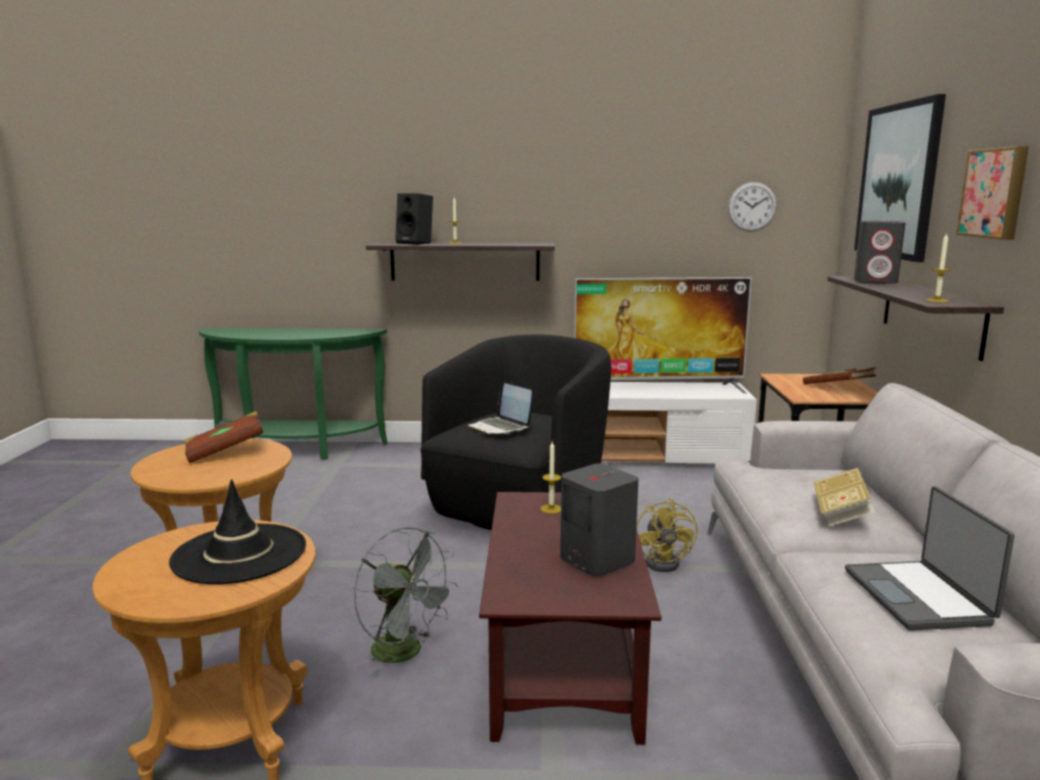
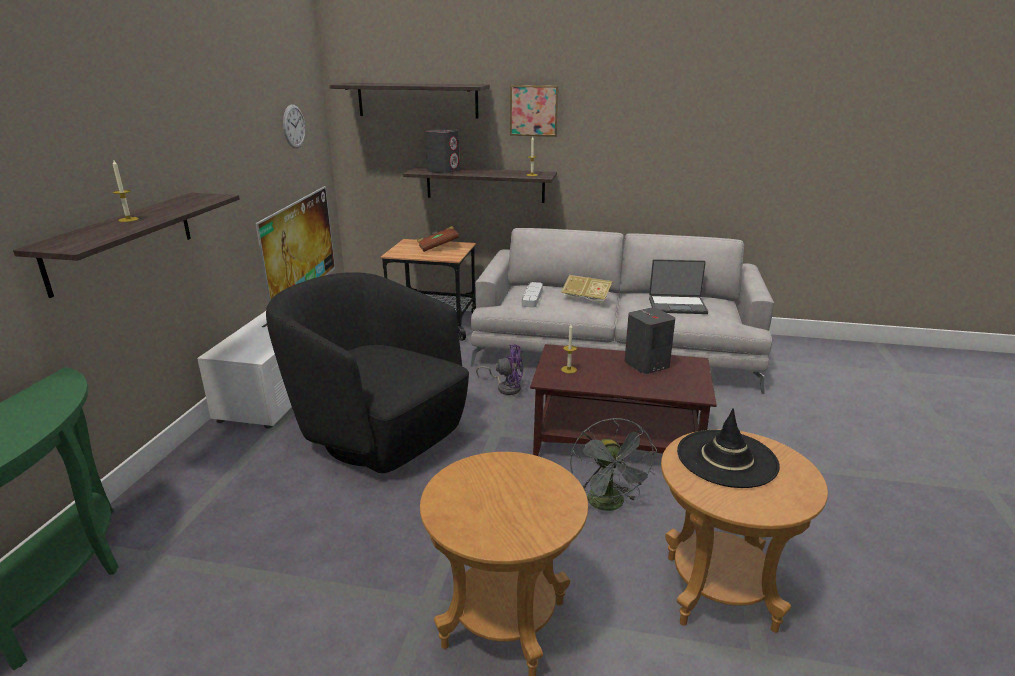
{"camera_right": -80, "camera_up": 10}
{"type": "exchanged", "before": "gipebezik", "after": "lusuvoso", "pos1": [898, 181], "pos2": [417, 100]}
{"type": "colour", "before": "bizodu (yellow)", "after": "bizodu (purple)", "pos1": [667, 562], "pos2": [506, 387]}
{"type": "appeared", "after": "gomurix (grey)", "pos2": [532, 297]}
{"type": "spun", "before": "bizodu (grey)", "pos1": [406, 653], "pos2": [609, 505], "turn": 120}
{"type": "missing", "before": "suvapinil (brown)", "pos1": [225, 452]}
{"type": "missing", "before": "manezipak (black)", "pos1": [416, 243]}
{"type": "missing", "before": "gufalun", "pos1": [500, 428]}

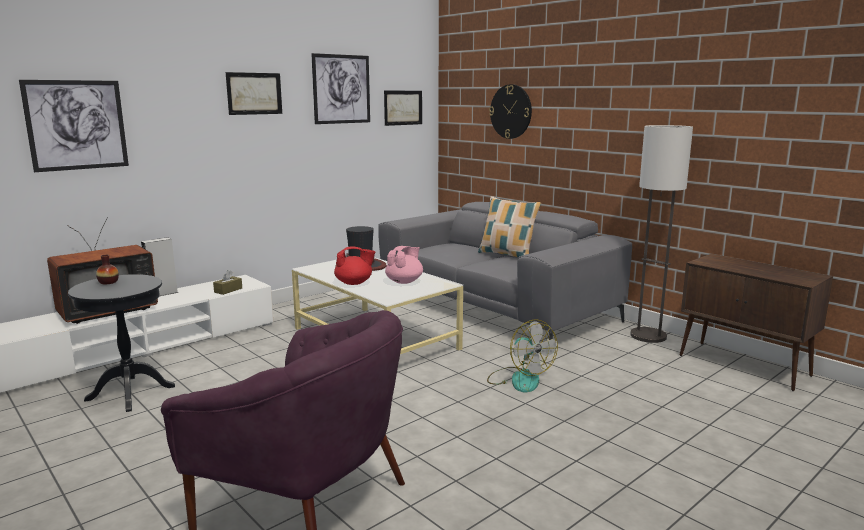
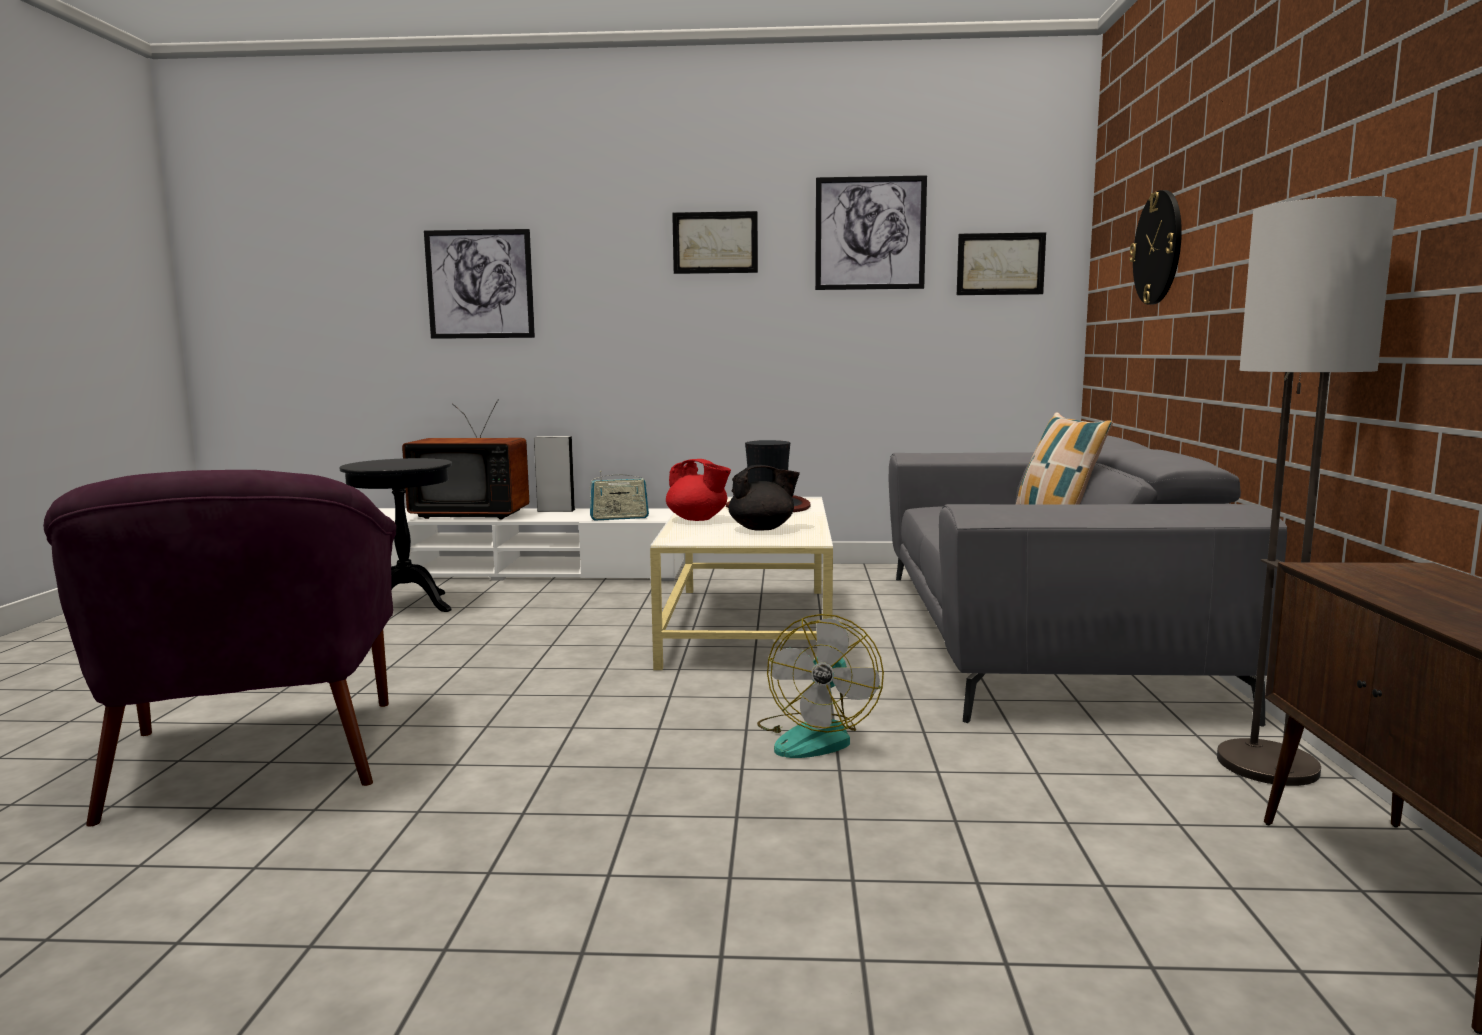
{"camera_right": 45, "camera_up": -5}
{"type": "exchanged", "before": "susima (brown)", "after": "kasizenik", "pos1": [228, 290], "pos2": [619, 518]}
{"type": "colour", "before": "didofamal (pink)", "after": "didofamal (black)", "pos1": [404, 281], "pos2": [763, 529]}
{"type": "missing", "before": "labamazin", "pos1": [108, 282]}

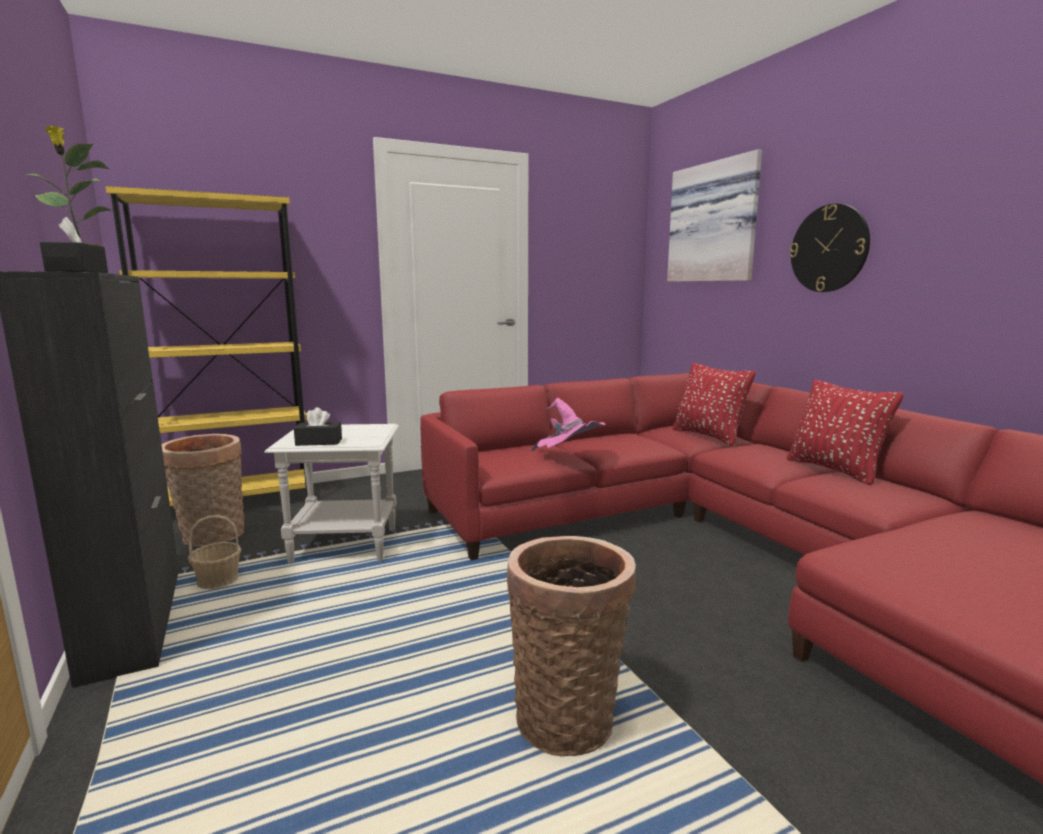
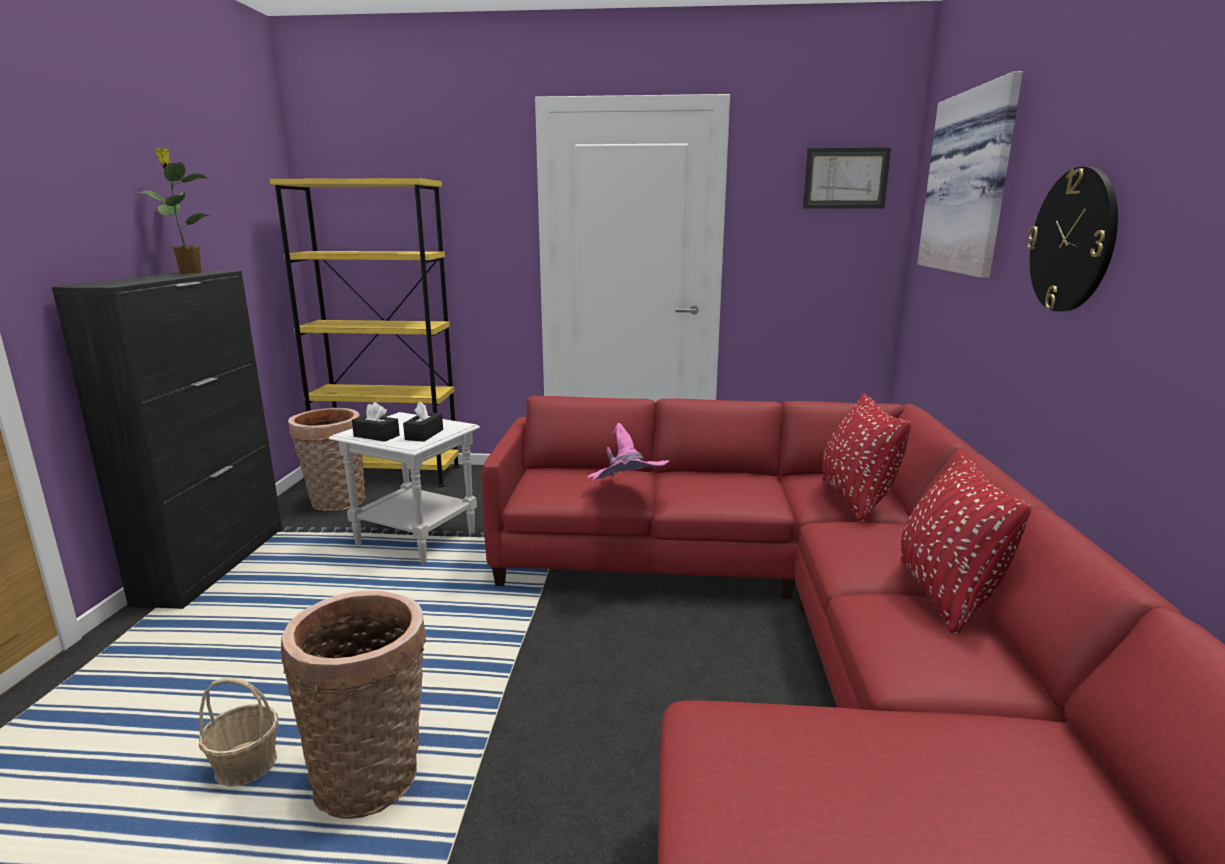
{"camera_right": 30, "camera_up": 5}
{"type": "relocated", "before": "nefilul", "pos1": [218, 580], "pos2": [246, 765]}
{"type": "relocated", "before": "susima (black)", "pos1": [78, 272], "pos2": [424, 434]}
{"type": "appeared", "after": "gipebezik", "pos2": [845, 178]}

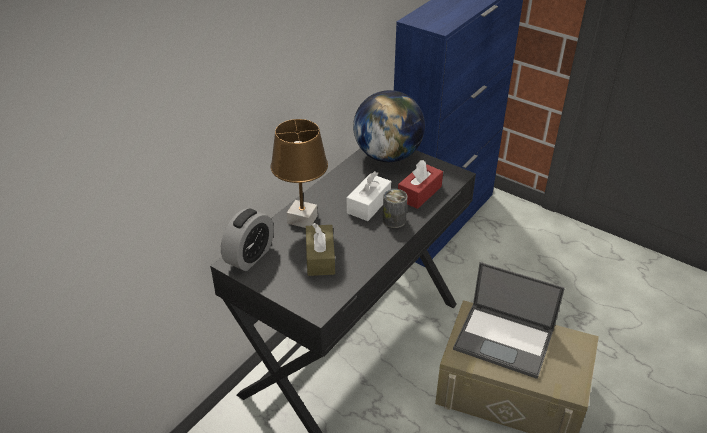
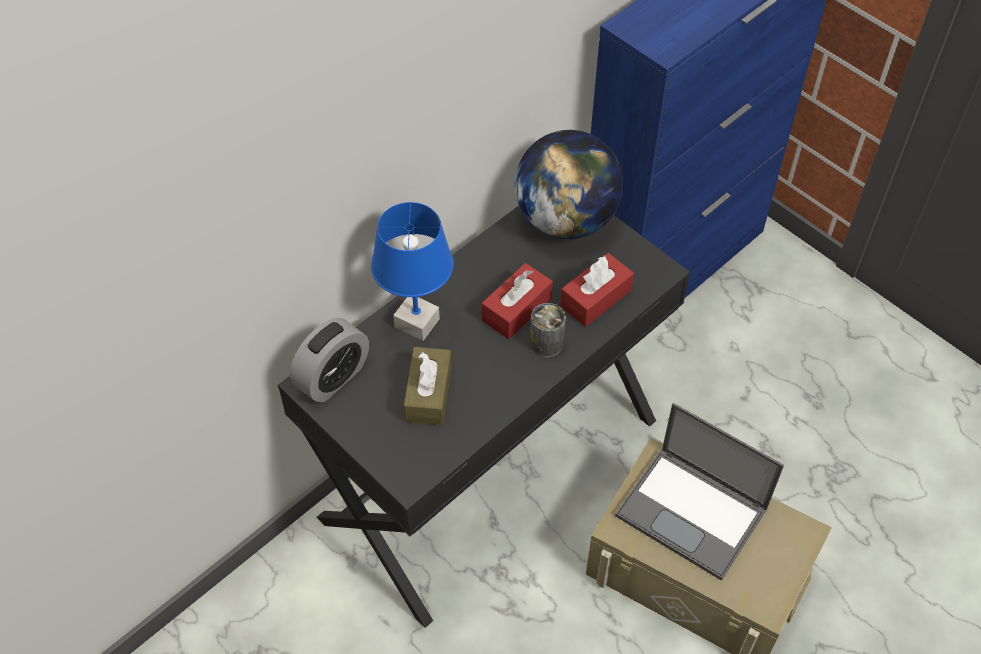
{"camera_right": 10, "camera_up": 15}
{"type": "colour", "before": "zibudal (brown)", "after": "zibudal (blue)", "pos1": [303, 219], "pos2": [417, 323]}
{"type": "colour", "before": "susima (white)", "after": "susima (red)", "pos1": [368, 205], "pos2": [516, 309]}

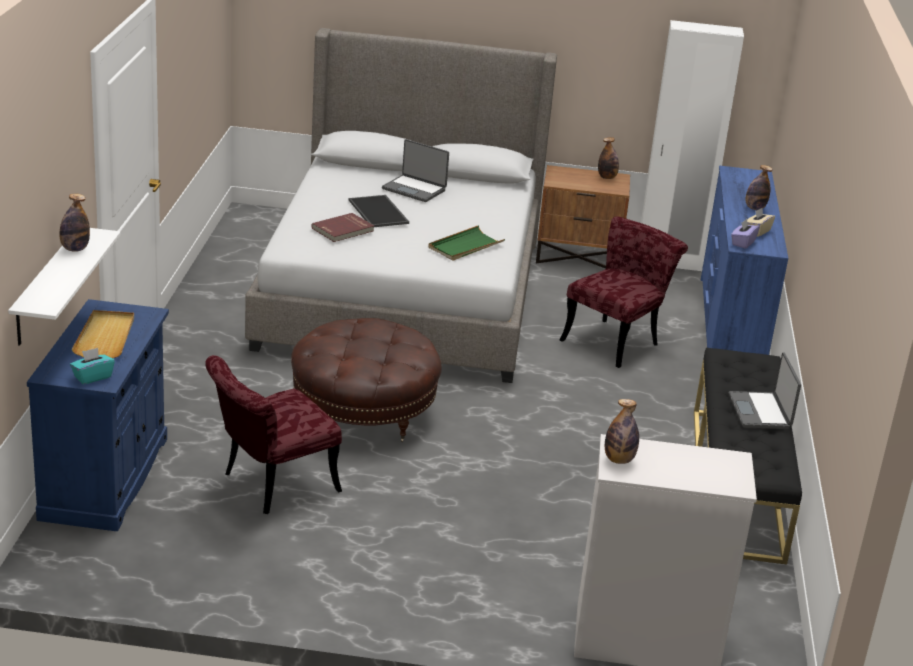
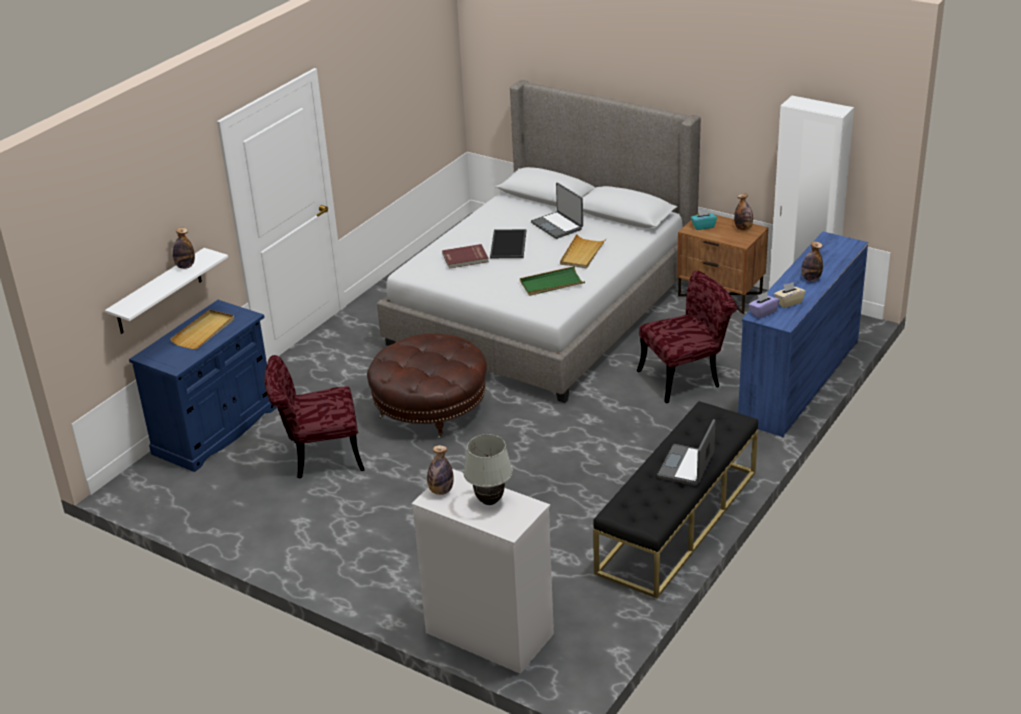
{"camera_right": 30, "camera_up": 5}
{"type": "appeared", "after": "zibudal (white)", "pos2": [490, 501]}
{"type": "appeared", "after": "gomurix (beige)", "pos2": [582, 254]}
{"type": "relocated", "before": "susima (turquoise)", "pos1": [92, 377], "pos2": [703, 226]}

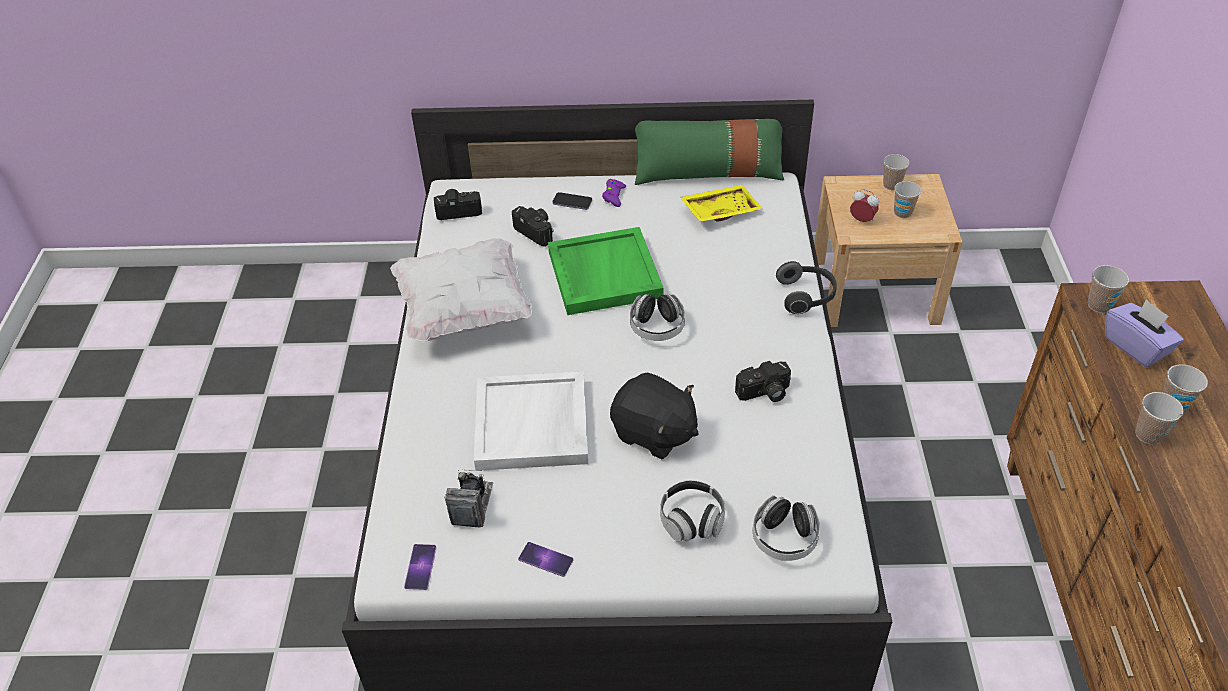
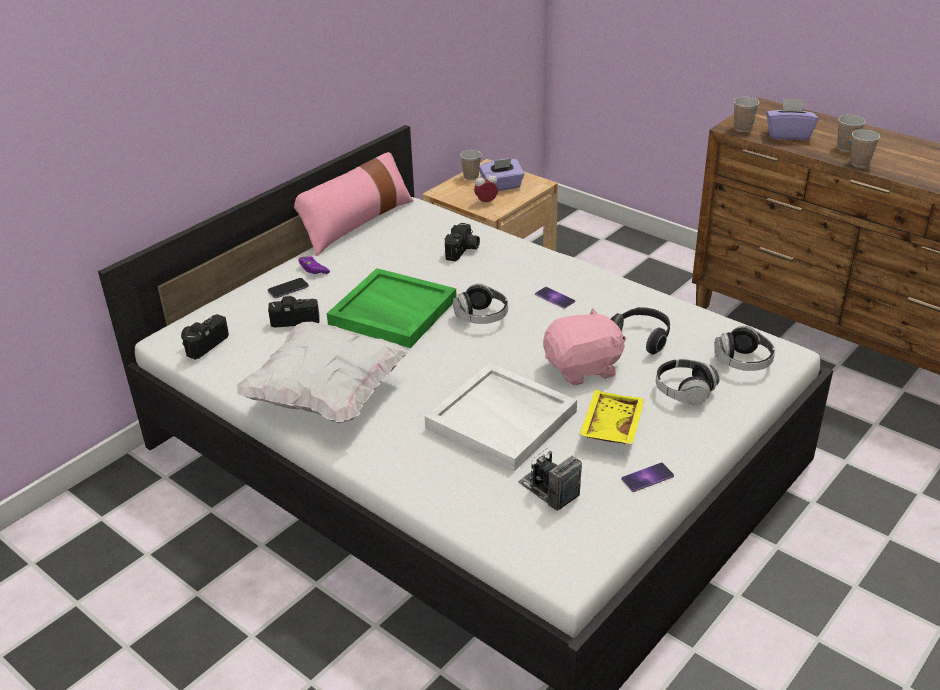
{"camera_right": -50, "camera_up": -10}
{"type": "colour", "before": "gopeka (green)", "after": "gopeka (pink)", "pos1": [708, 172], "pos2": [356, 222]}
{"type": "relocated", "before": "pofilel", "pos1": [764, 393], "pos2": [463, 251]}
{"type": "exchanged", "before": "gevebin", "after": "susima (purple)", "pos1": [902, 213], "pos2": [502, 186]}
{"type": "relocated", "before": "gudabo", "pos1": [420, 567], "pos2": [554, 298]}
{"type": "colour", "before": "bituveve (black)", "after": "bituveve (pink)", "pos1": [654, 433], "pos2": [583, 368]}
{"type": "relocated", "before": "gomurix (yellow)", "pos1": [720, 210], "pos2": [610, 426]}
{"type": "relocated", "before": "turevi", "pos1": [806, 296], "pos2": [641, 338]}

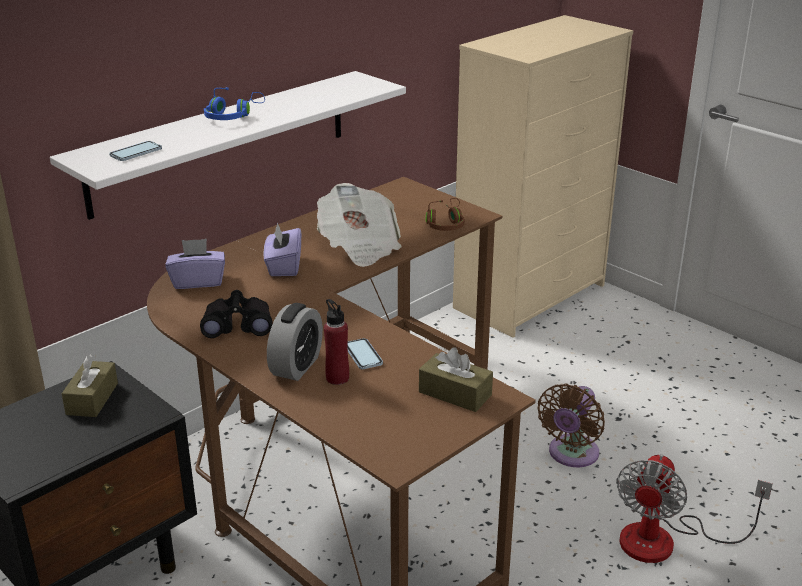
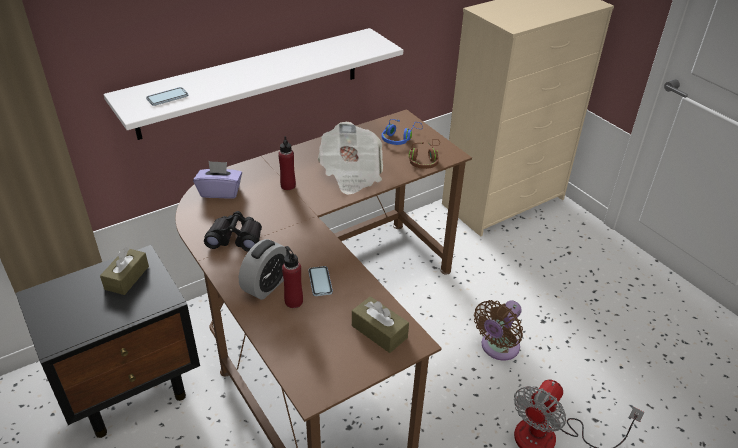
{"camera_right": 10, "camera_up": 10}
{"type": "exchanged", "before": "susima (purple)", "after": "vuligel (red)", "pos1": [283, 266], "pos2": [288, 186]}
{"type": "relocated", "before": "turevi (blue)", "pos1": [232, 116], "pos2": [399, 138]}

